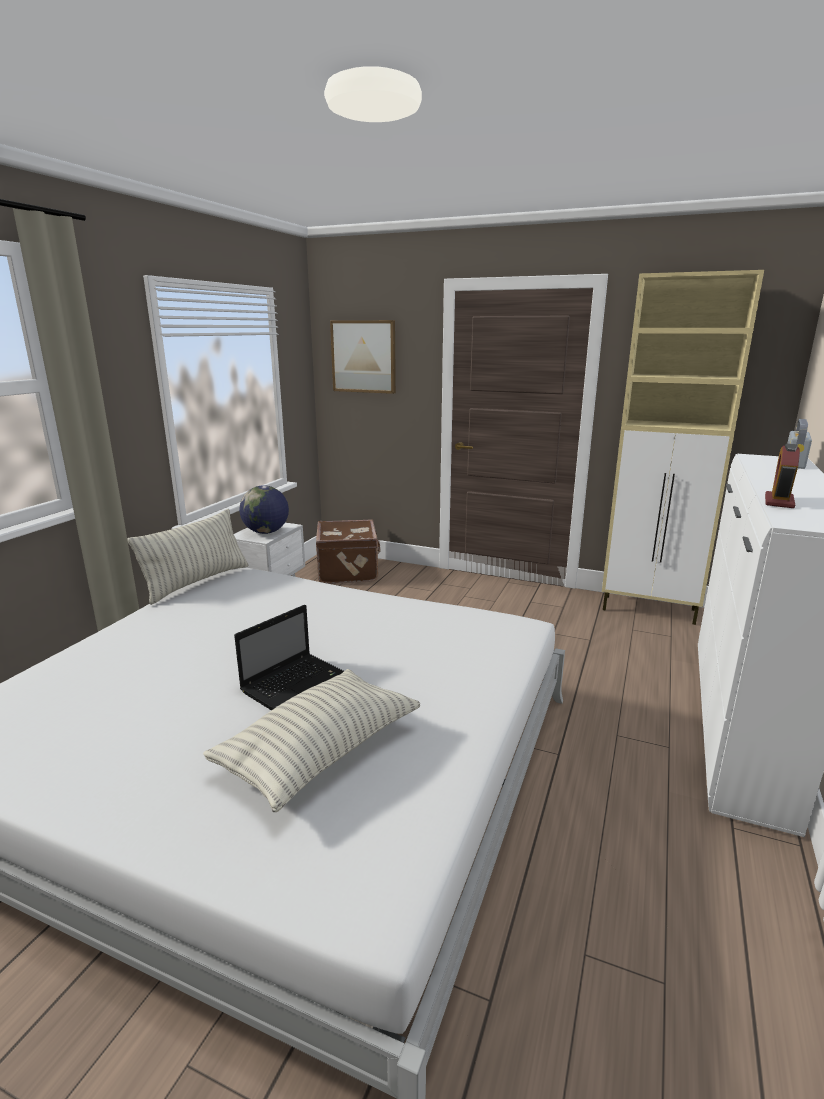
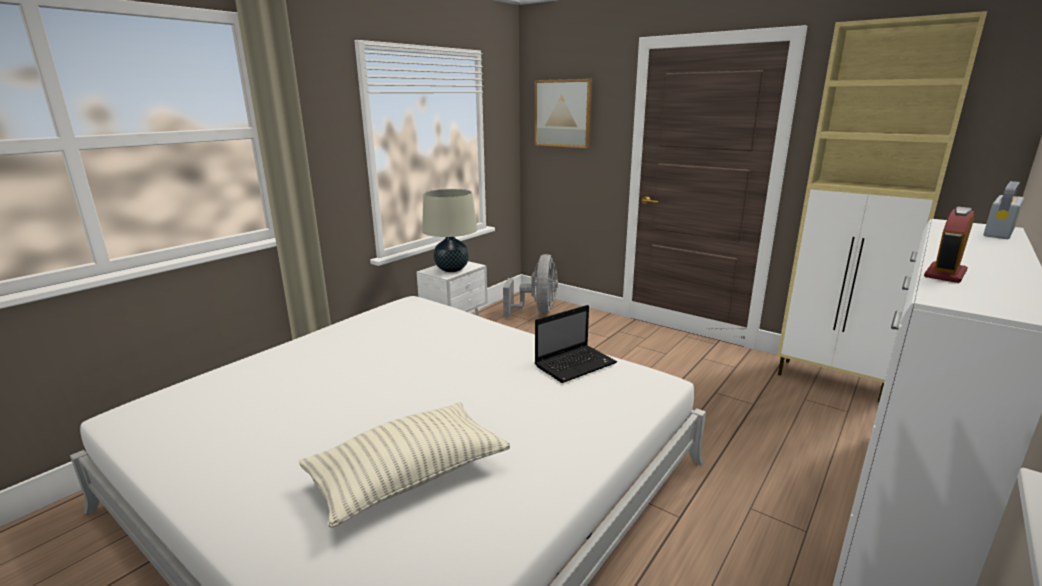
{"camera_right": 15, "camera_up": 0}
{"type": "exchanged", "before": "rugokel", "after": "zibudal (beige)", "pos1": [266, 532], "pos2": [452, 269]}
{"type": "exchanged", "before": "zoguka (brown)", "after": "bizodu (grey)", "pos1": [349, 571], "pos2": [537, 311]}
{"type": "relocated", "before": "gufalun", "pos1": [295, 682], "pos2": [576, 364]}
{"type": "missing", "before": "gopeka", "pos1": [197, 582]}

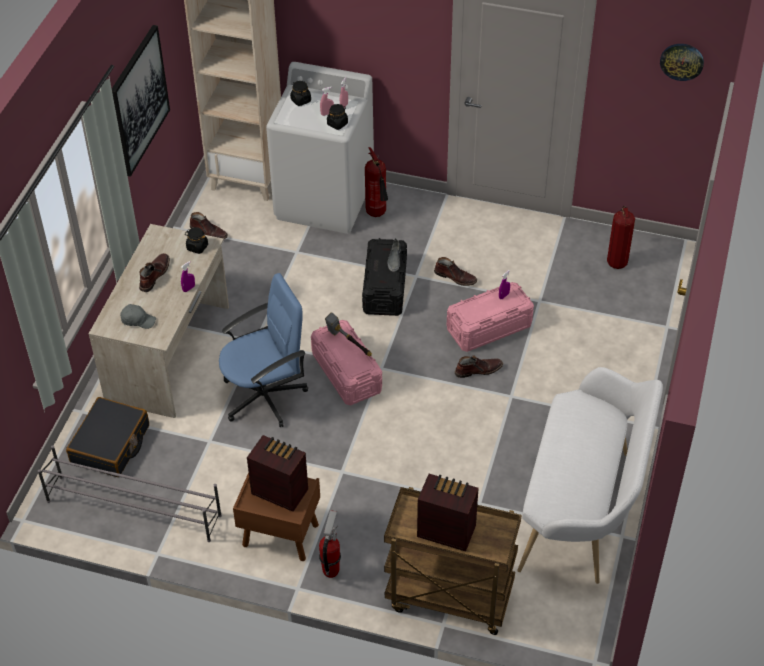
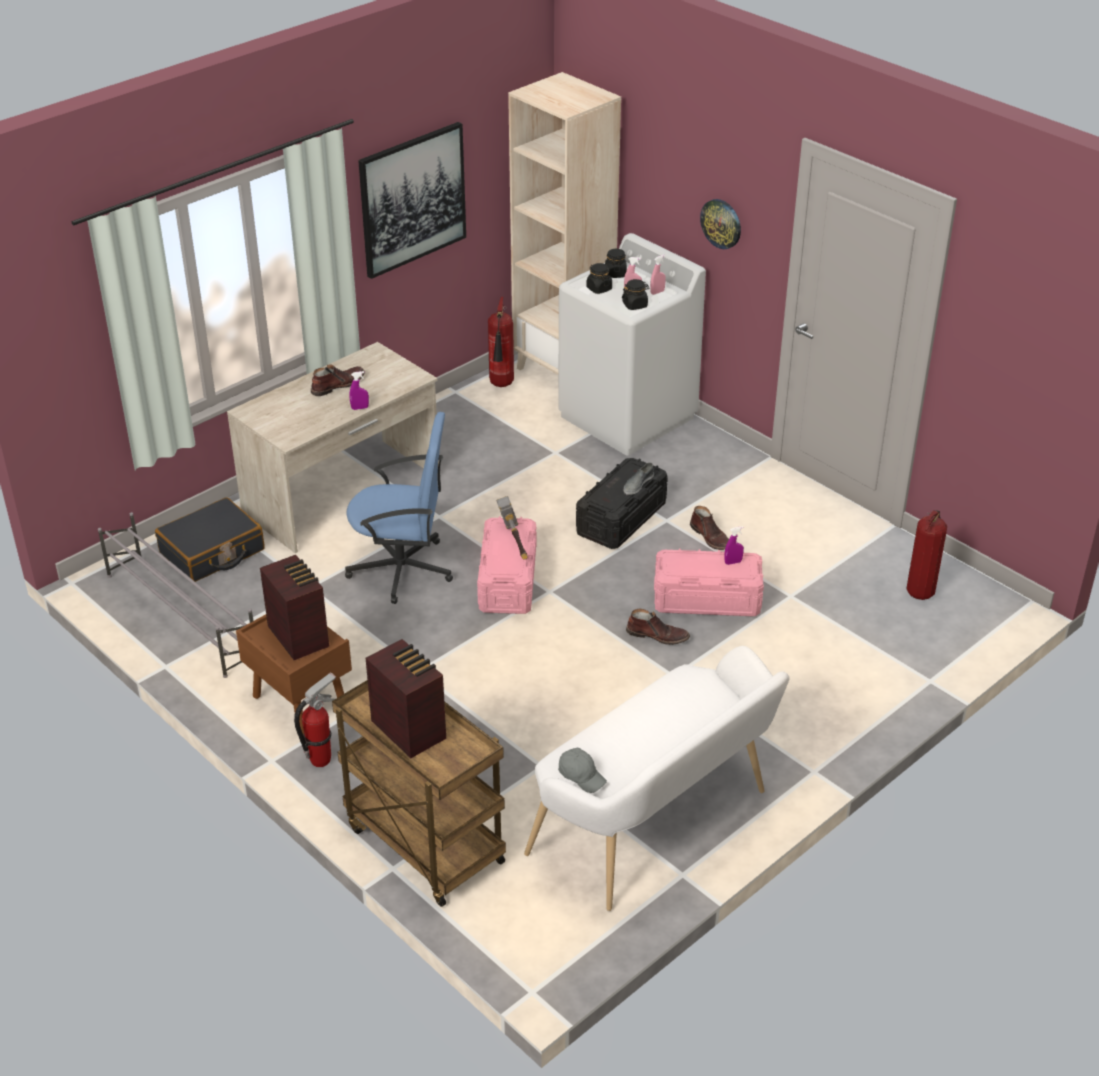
{"camera_right": 30, "camera_up": -10}
{"type": "relocated", "before": "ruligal", "pos1": [377, 214], "pos2": [501, 385]}
{"type": "relocated", "before": "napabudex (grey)", "pos1": [138, 320], "pos2": [581, 776]}
{"type": "relocated", "before": "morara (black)", "pos1": [197, 247], "pos2": [599, 288]}
{"type": "relocated", "before": "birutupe", "pos1": [682, 61], "pos2": [721, 223]}
{"type": "missing", "before": "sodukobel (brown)", "pos1": [209, 232]}

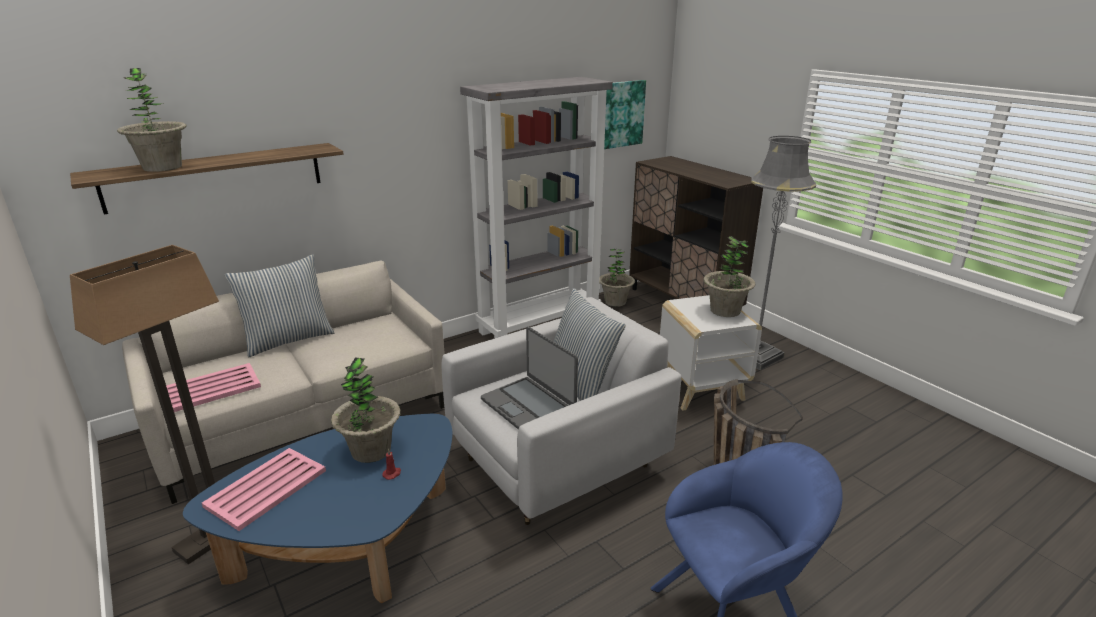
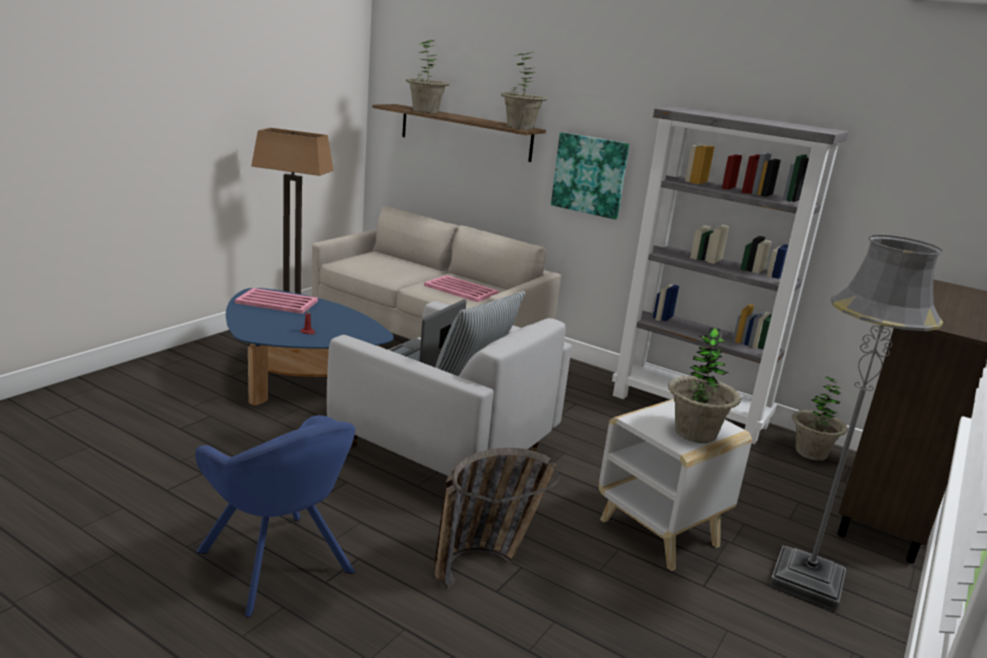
{"camera_right": 65, "camera_up": -5}
{"type": "relocated", "before": "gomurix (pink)", "pos1": [212, 388], "pos2": [461, 290]}
{"type": "relocated", "before": "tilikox", "pos1": [371, 450], "pos2": [520, 127]}
{"type": "relocated", "before": "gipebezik", "pos1": [617, 114], "pos2": [589, 175]}
{"type": "missing", "before": "gopeka", "pos1": [288, 340]}

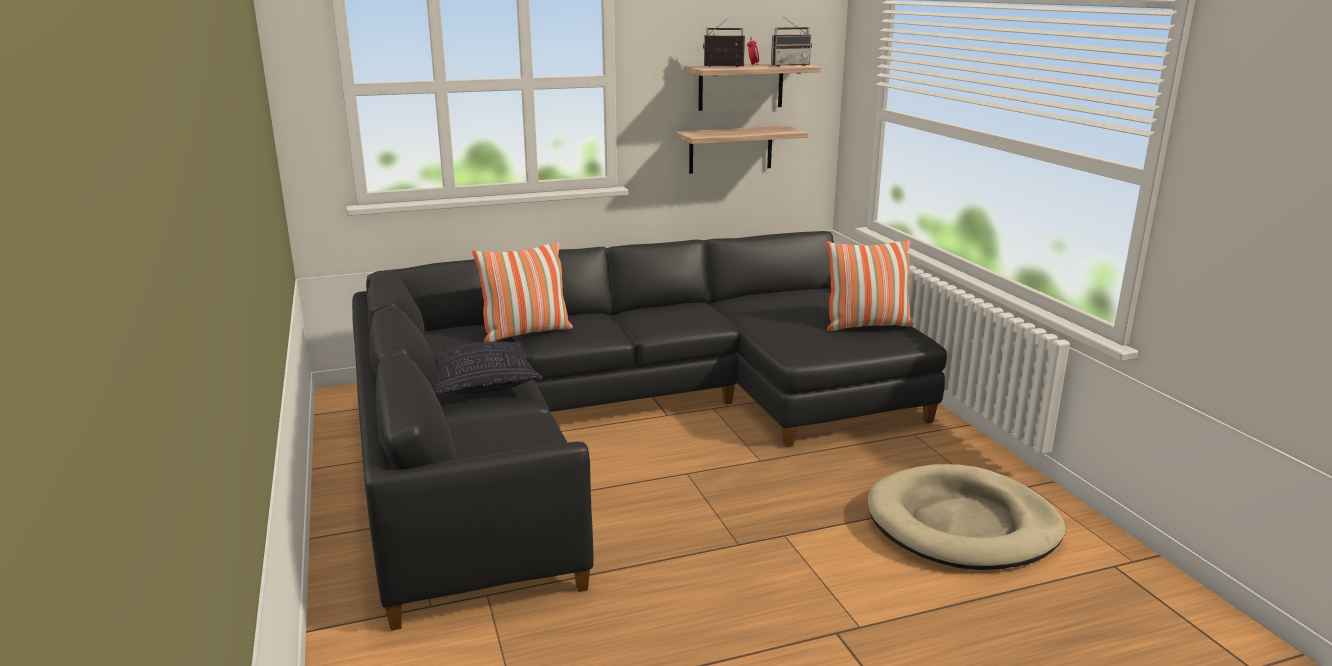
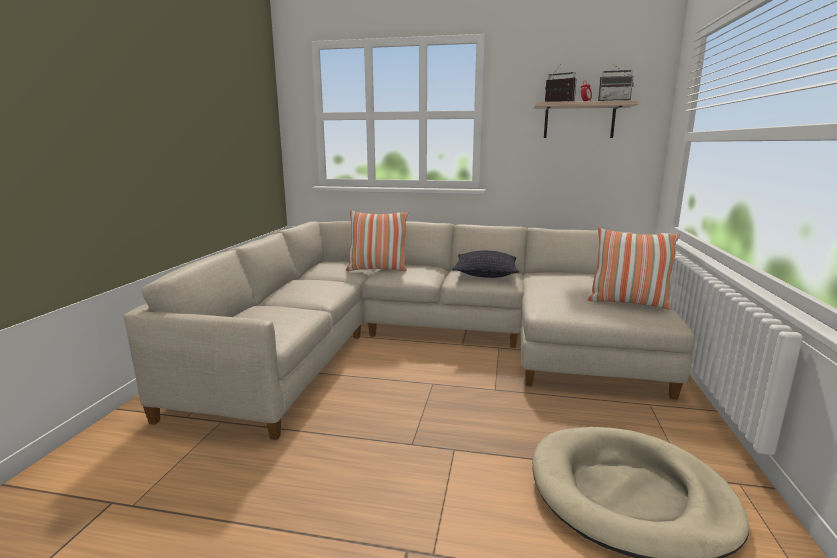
{"camera_right": 30, "camera_up": -5}
{"type": "colour", "before": "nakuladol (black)", "after": "nakuladol (beige)", "pos1": [622, 423], "pos2": [427, 342]}
{"type": "relocated", "before": "gopeka", "pos1": [481, 383], "pos2": [486, 274]}
{"type": "missing", "before": "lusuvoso", "pos1": [730, 149]}

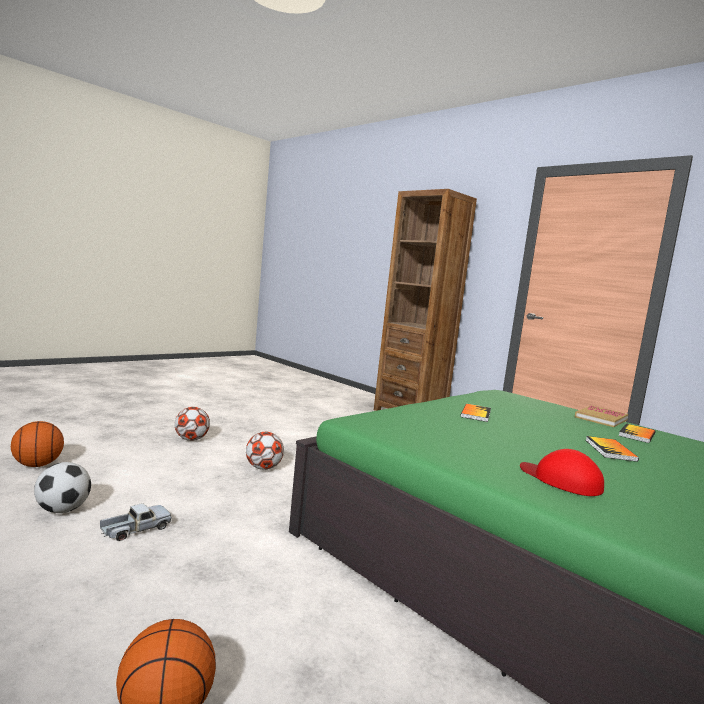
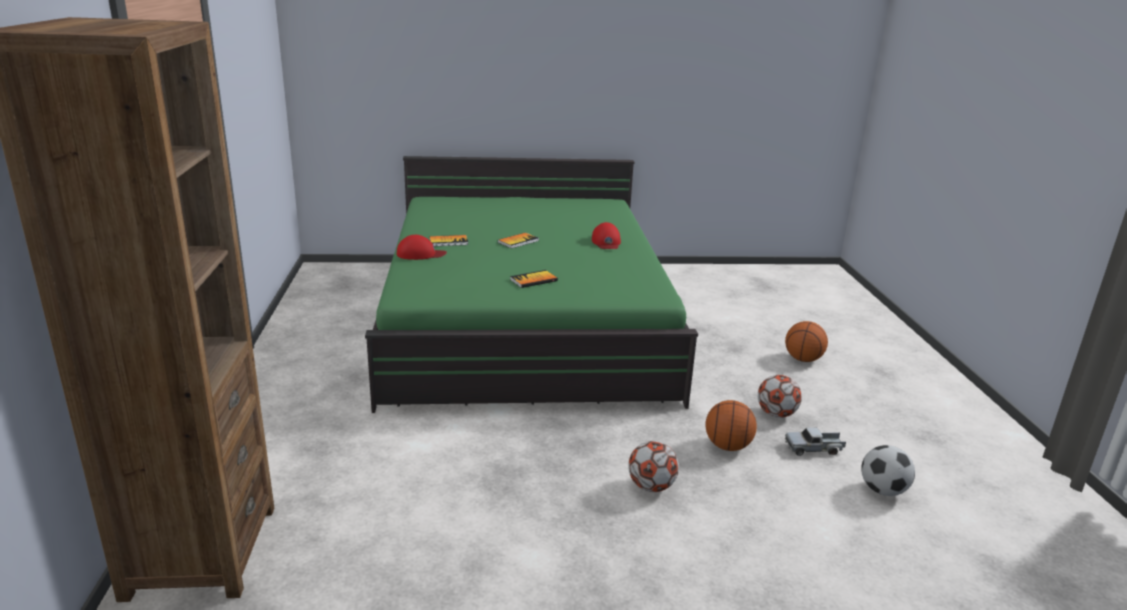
{"camera_right": -140, "camera_up": 15}
{"type": "exchanged", "before": "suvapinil", "after": "napabudex (red)", "pos1": [601, 418], "pos2": [420, 254]}
{"type": "relocated", "before": "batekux", "pos1": [37, 465], "pos2": [727, 446]}
{"type": "relocated", "before": "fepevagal", "pos1": [191, 439], "pos2": [776, 414]}

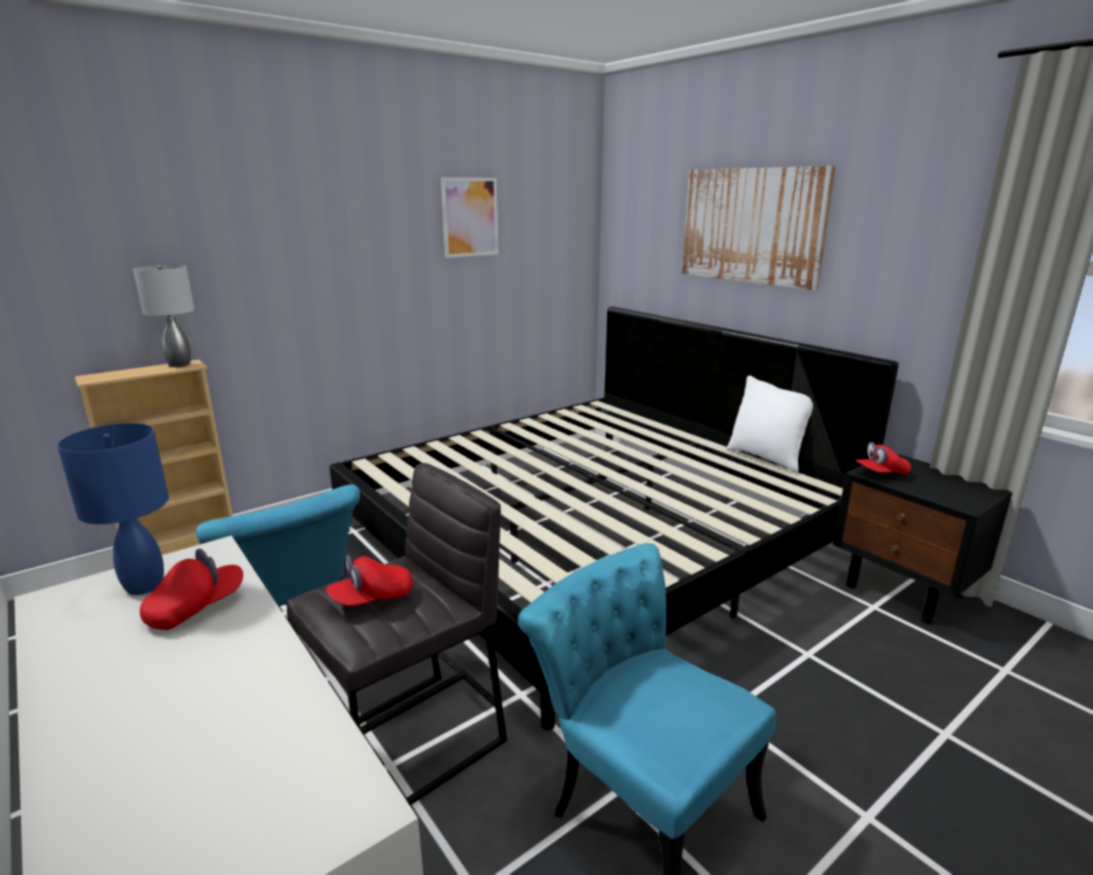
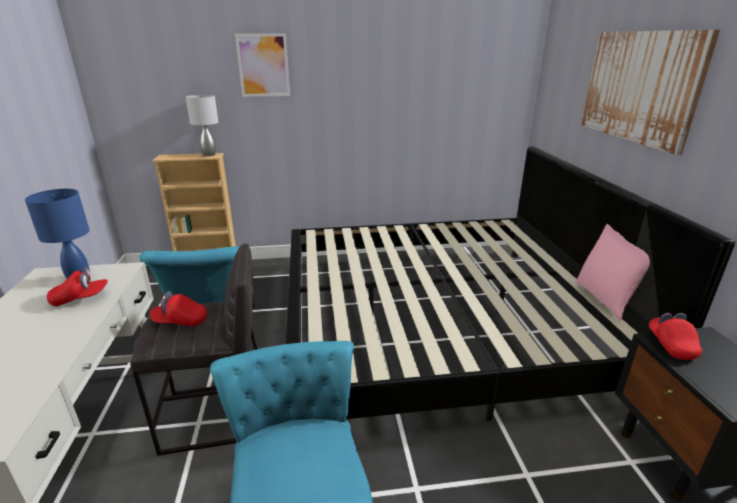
{"camera_right": 30, "camera_up": 5}
{"type": "relocated", "before": "gipebezik", "pos1": [470, 217], "pos2": [263, 65]}
{"type": "colour", "before": "gopeka (white)", "after": "gopeka (pink)", "pos1": [766, 458], "pos2": [605, 299]}
{"type": "spun", "before": "napabudex (red)", "pos1": [881, 473], "pos2": [671, 345], "turn": 75}

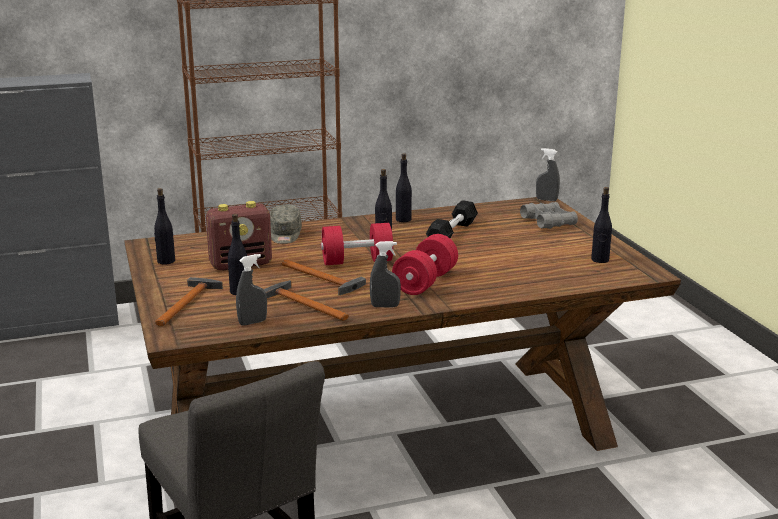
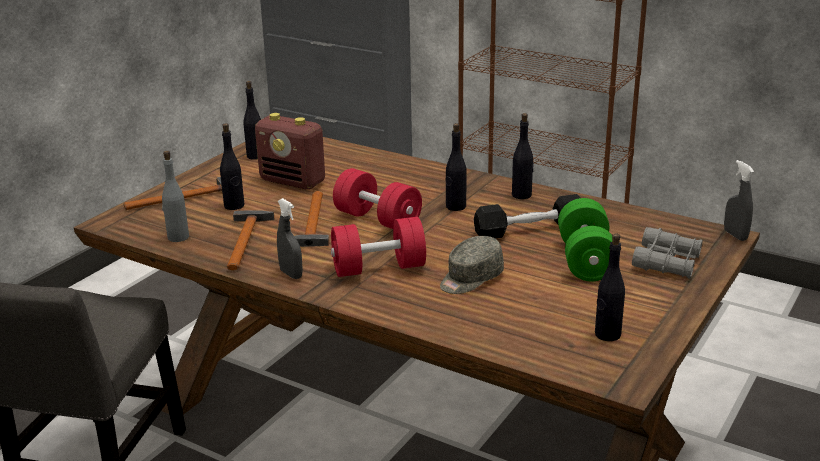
{"camera_right": 50, "camera_up": 5}
{"type": "exchanged", "before": "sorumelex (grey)", "after": "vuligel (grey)", "pos1": [252, 322], "pos2": [178, 237]}
{"type": "relocated", "before": "napabudex (grey)", "pos1": [285, 235], "pos2": [470, 279]}
{"type": "appeared", "after": "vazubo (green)", "pos2": [586, 260]}

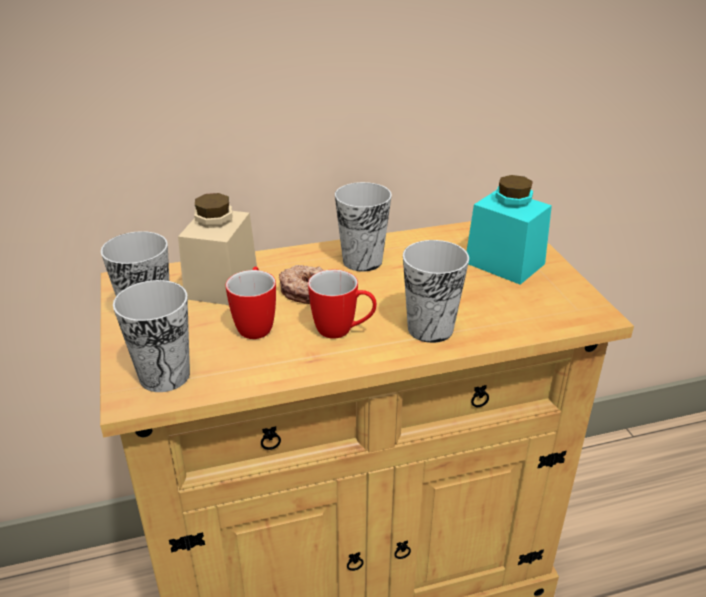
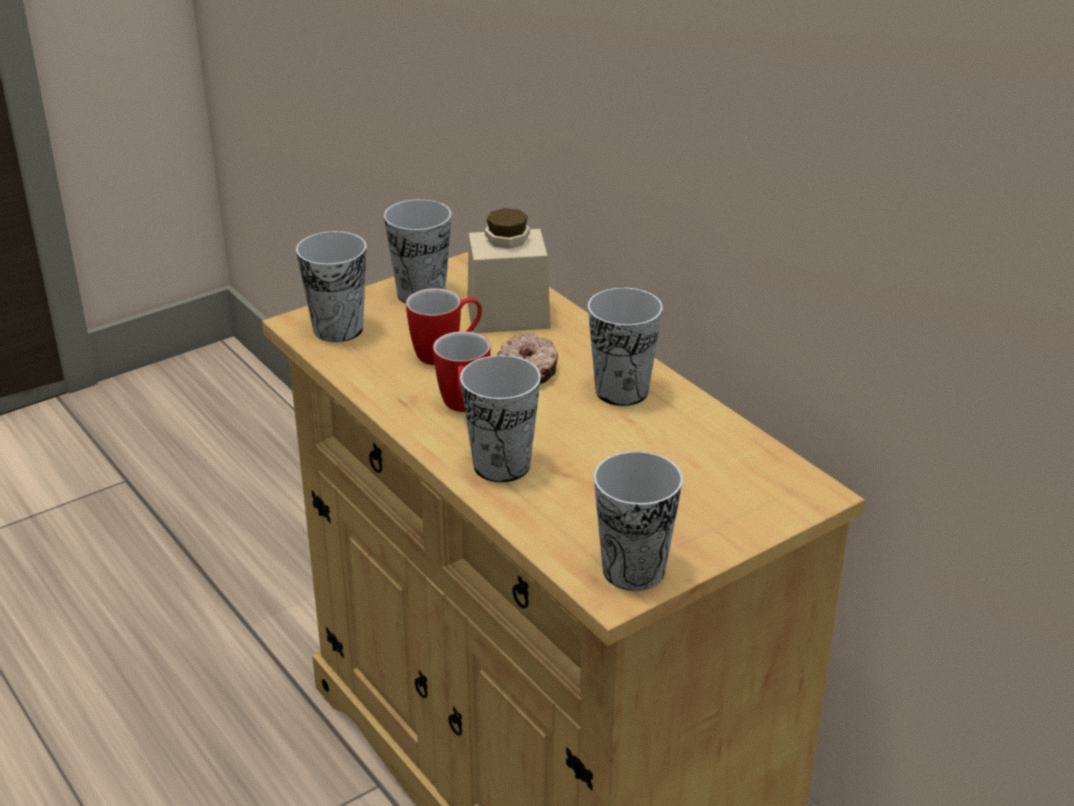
{"camera_right": 70, "camera_up": 0}
{"type": "appeared", "after": "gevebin", "pos2": [633, 570]}
{"type": "missing", "before": "morara (turquoise)", "pos1": [504, 263]}

